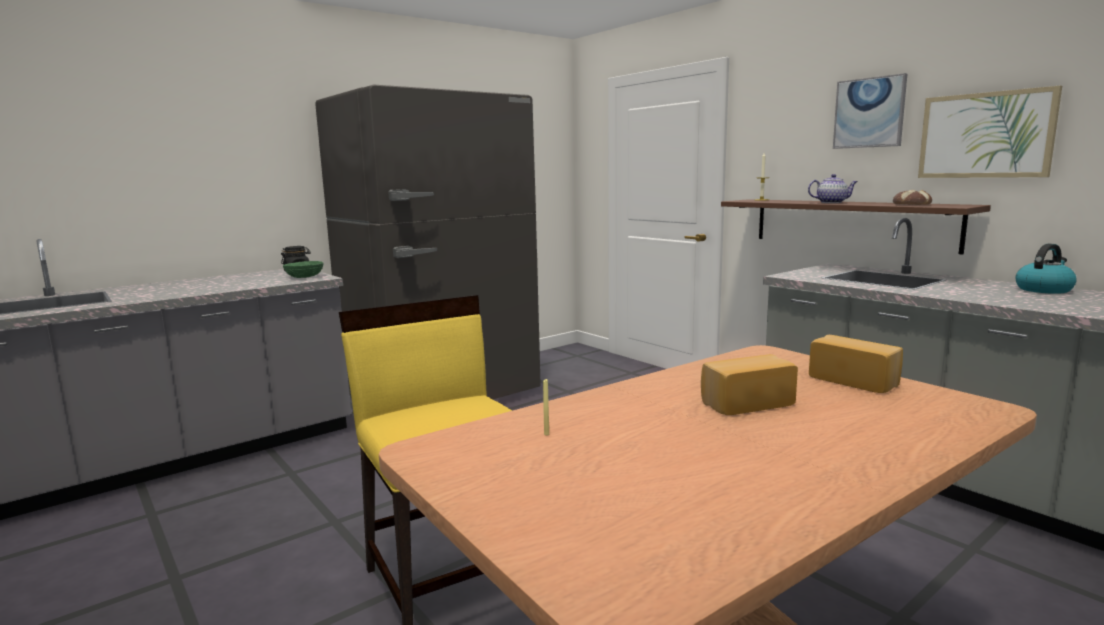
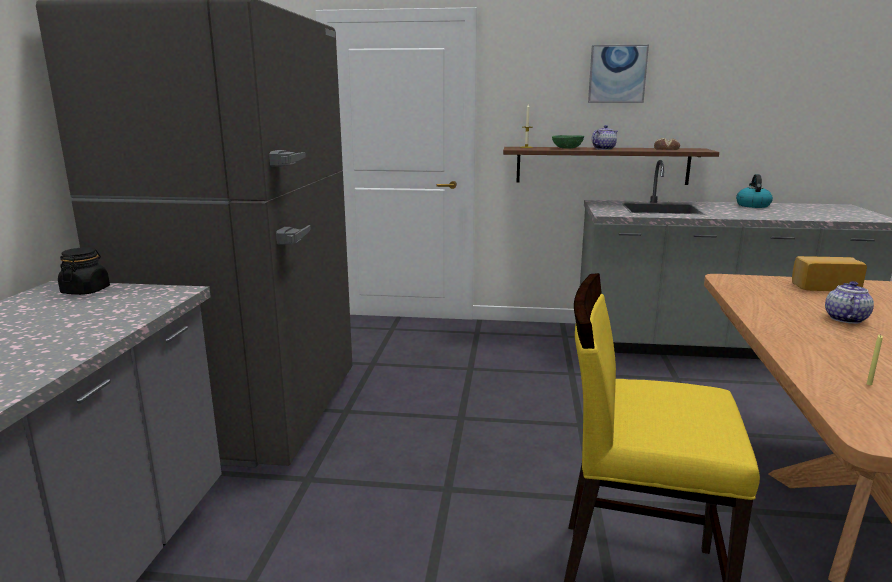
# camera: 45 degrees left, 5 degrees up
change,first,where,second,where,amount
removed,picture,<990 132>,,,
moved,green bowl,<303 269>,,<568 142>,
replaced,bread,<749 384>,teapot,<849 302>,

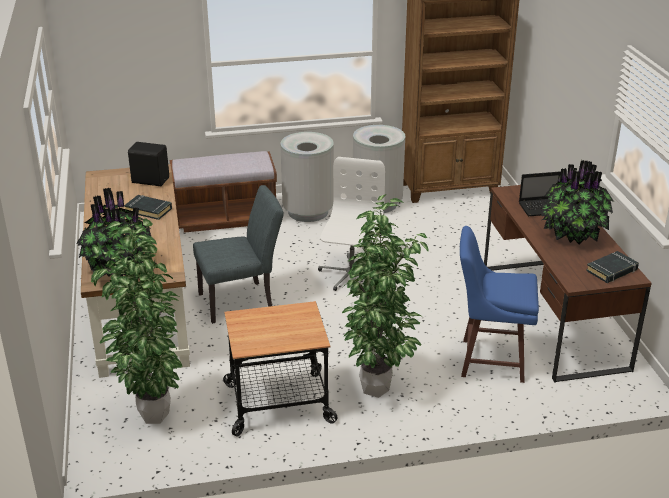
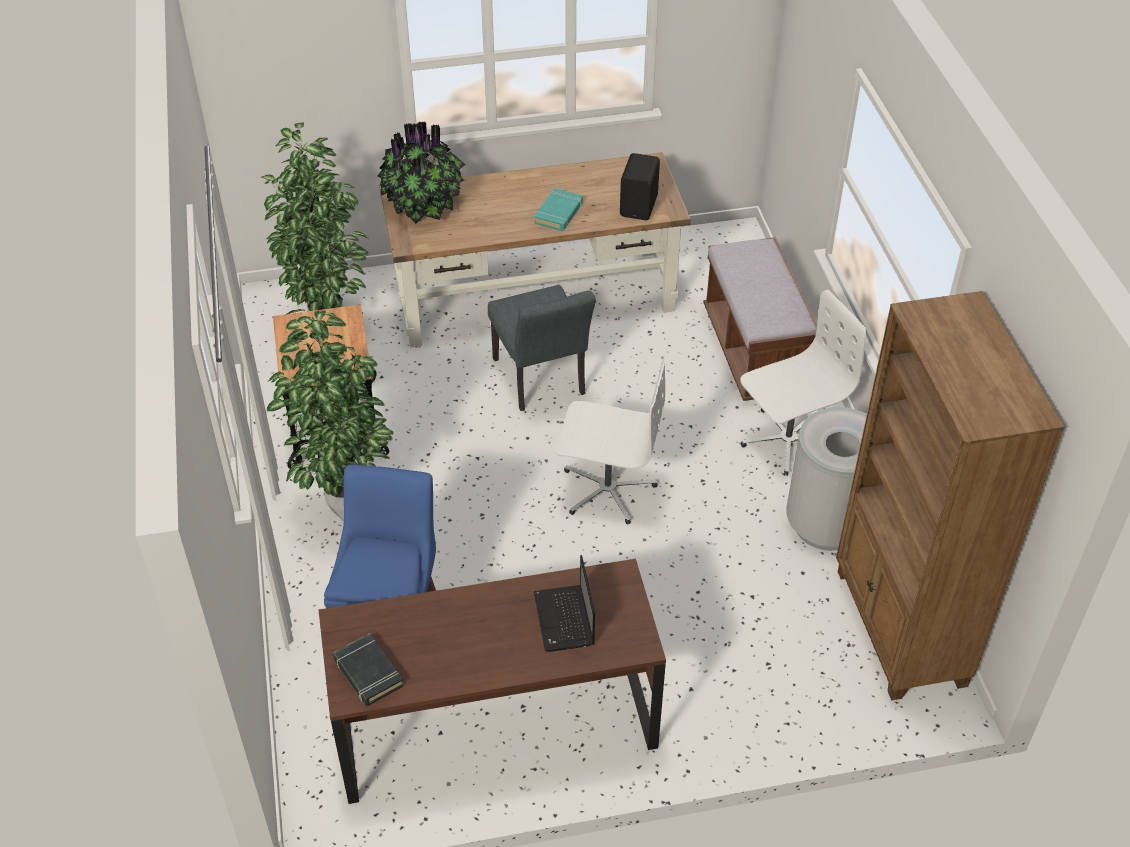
# camera: 90 degrees right, 15 degrees up
change,first,where,second,where,amount
replaced,grey trash can,<307 177>,white office chair,<803 383>,
removed,potted plant,<577 202>,,,
recoloured,black book,<148 207>,turquoise book,<558 209>,

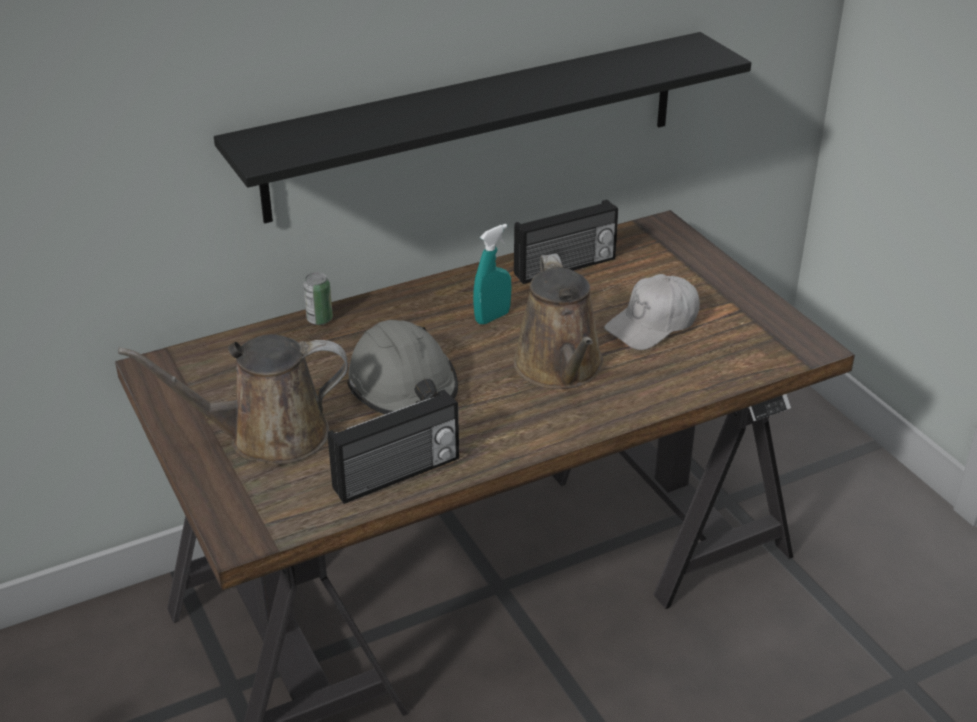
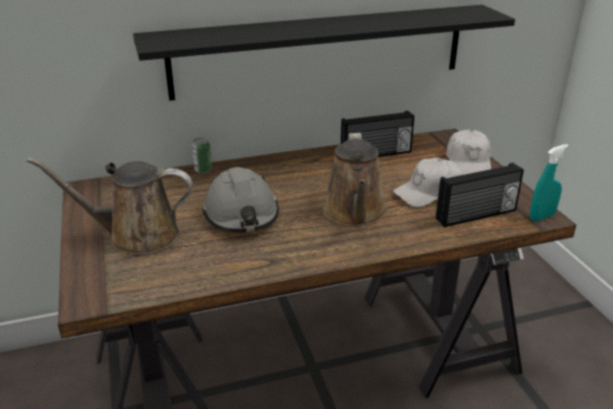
# camera: 10 degrees right, 5 degrees down
change,first,where,second,where,amount
moved,turquoise spray bottle,<492 274>,,<549 182>,
moved,radio,<393 447>,,<480 195>,
added,,,white cap,<468 152>,

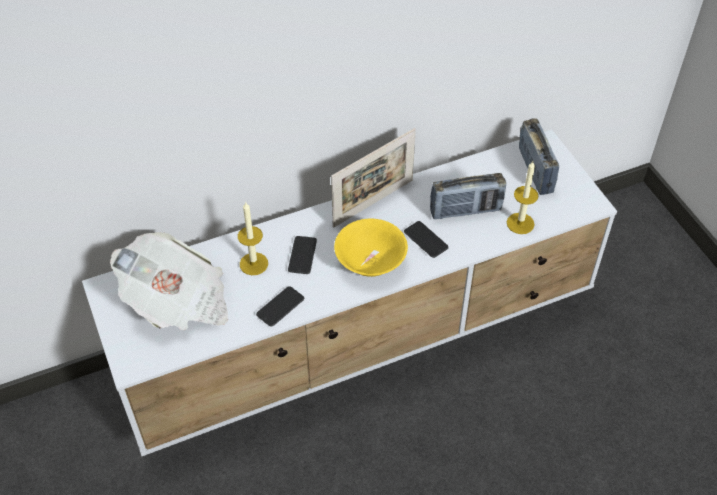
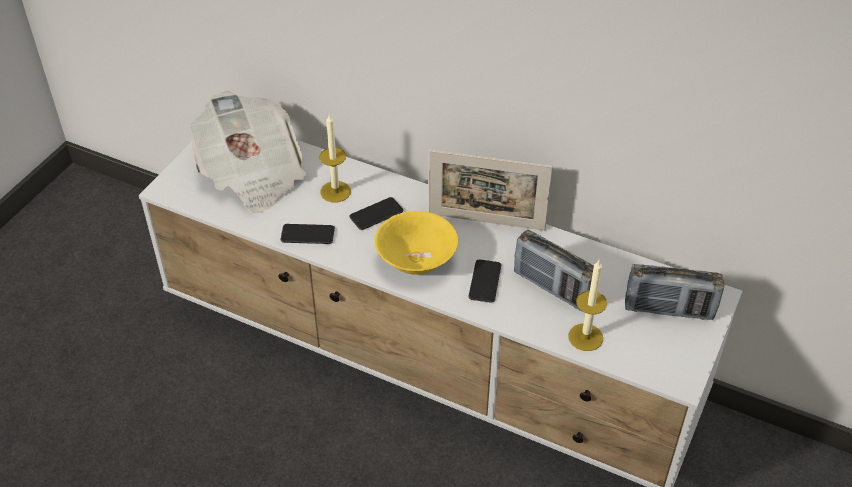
# camera: 50 degrees right, 5 degrees down
change,first,where,second,where,amount
turned,radio,<539 156>,,<674 292>,60 degrees clockwise

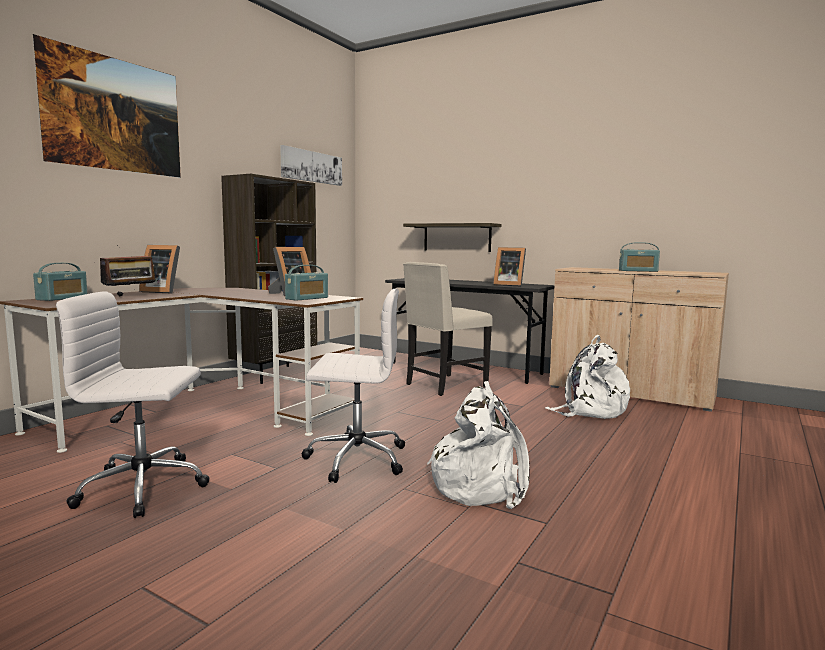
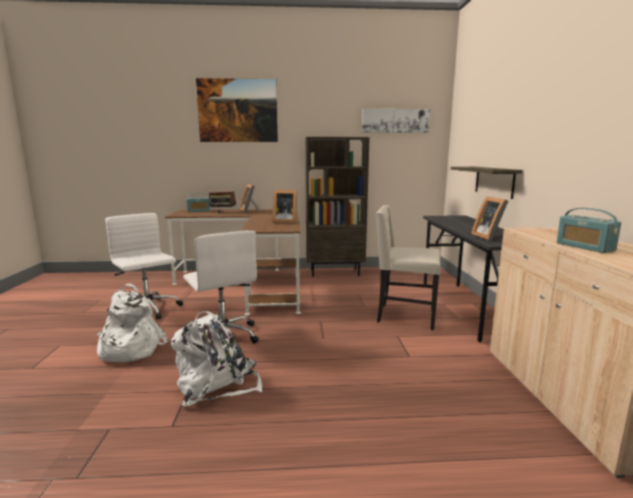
# camera: 55 degrees right, 5 degrees up
change,first,where,second,where,amount
removed,radio,<306 283>,,,
moved,white backpack,<587 376>,,<132 323>,

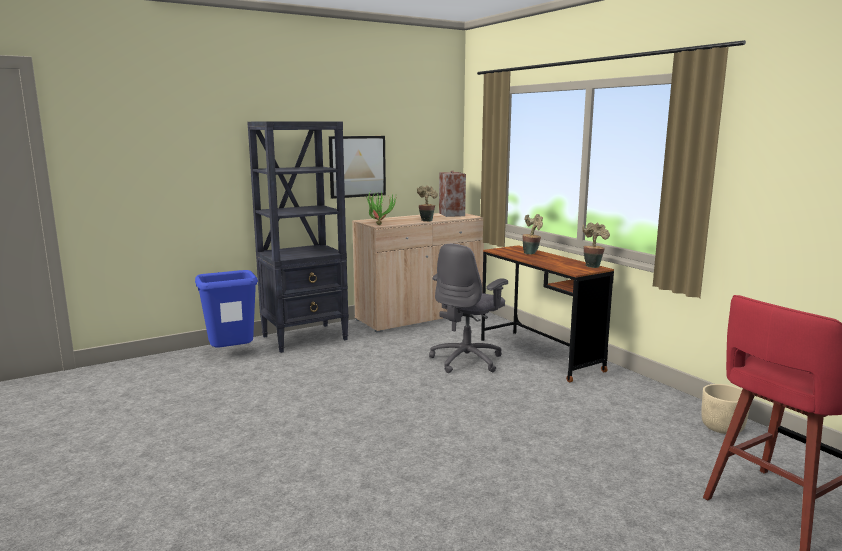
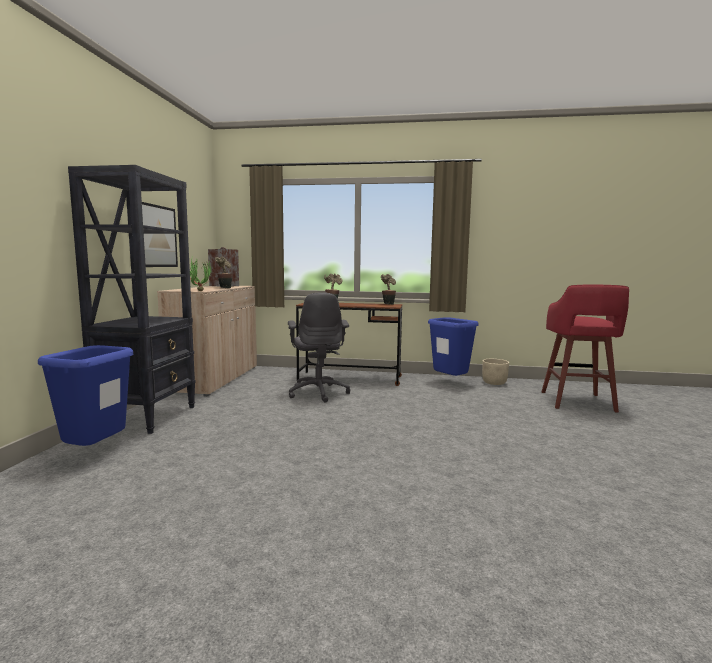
# camera: 50 degrees left, 5 degrees down
change,first,where,second,where,amount
added,,,blue trash can,<453 346>,

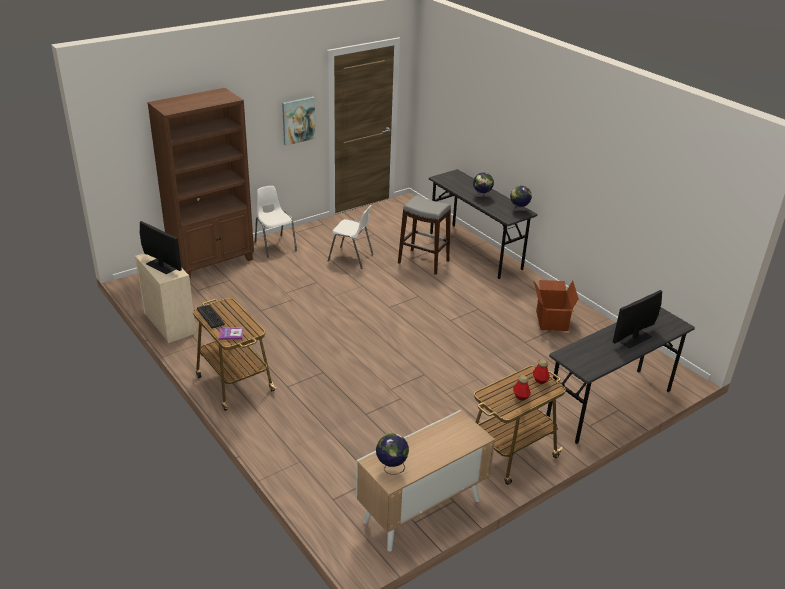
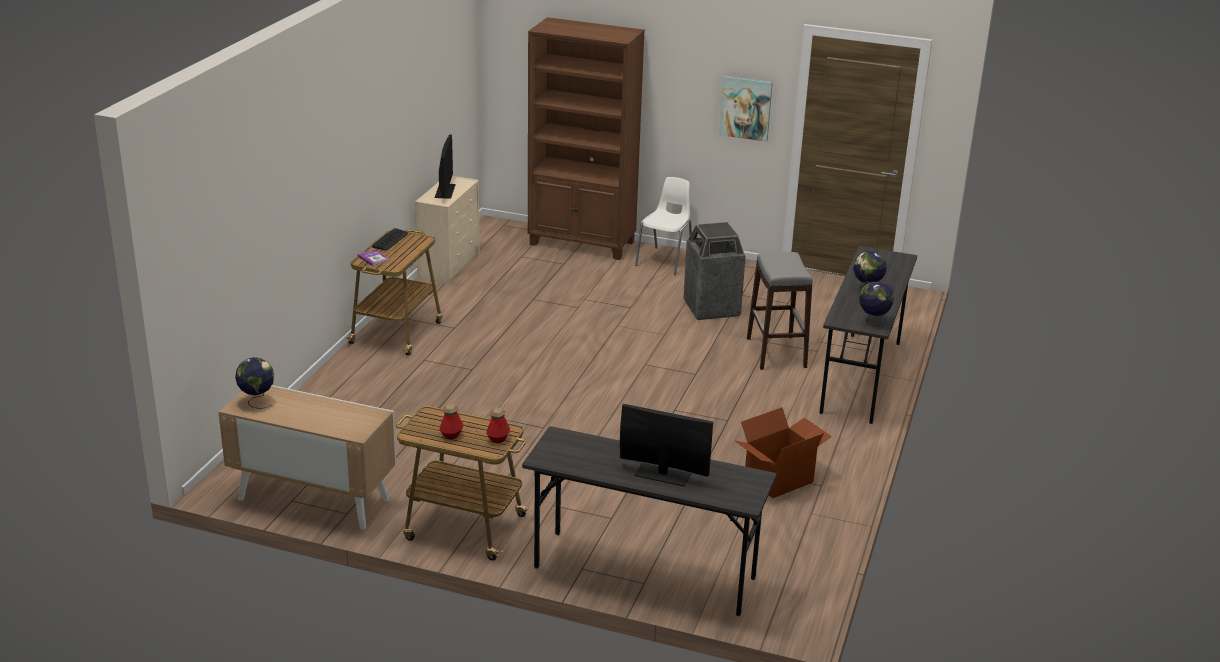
# camera: 55 degrees right, 5 degrees down
change,first,where,second,where,amount
replaced,white chair,<350 237>,trash can,<714 271>,

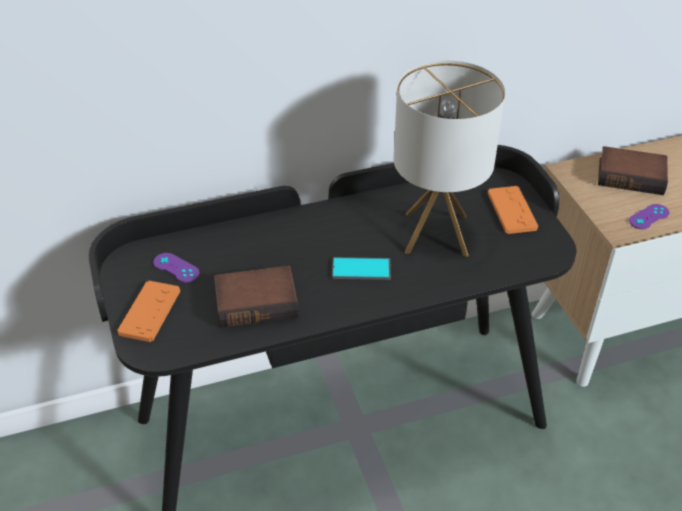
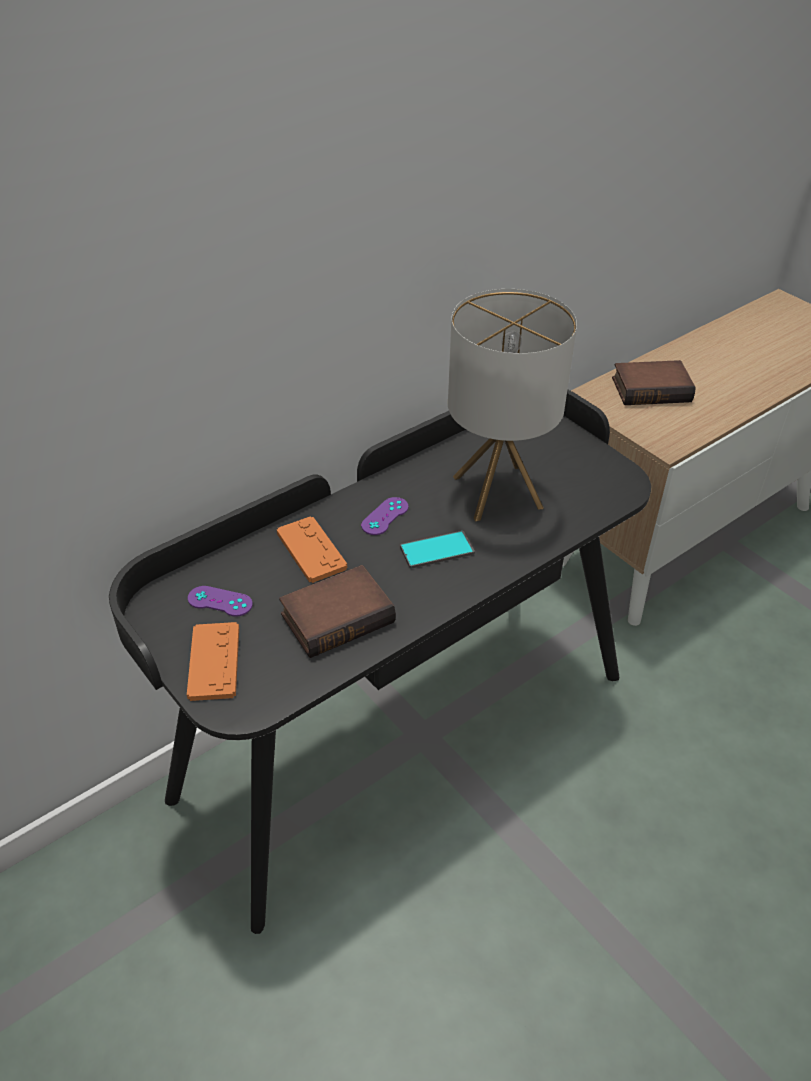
# camera: 20 degrees left, 0 degrees up
change,first,where,second,where,amount
moved,orange game controller,<513 210>,,<312 549>,
moved,purple game controller,<649 216>,,<385 516>,

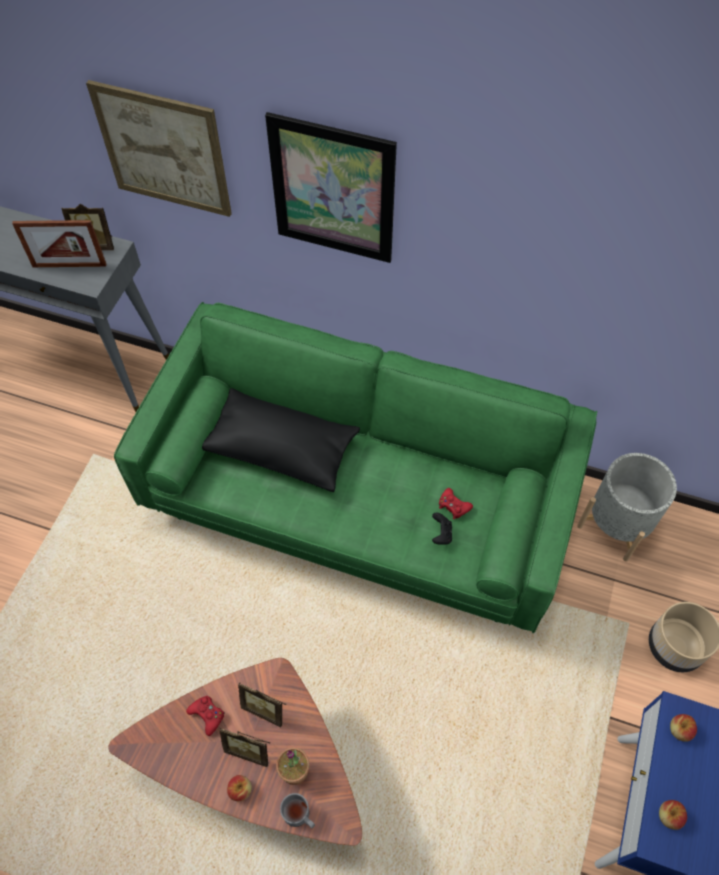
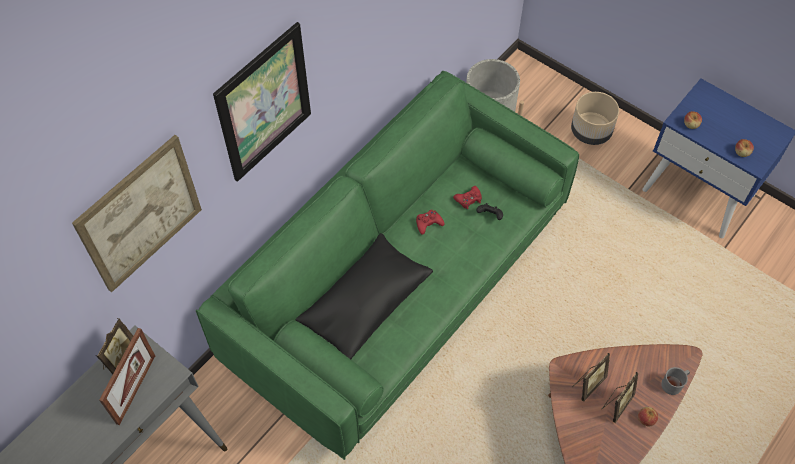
# camera: 70 degrees left, 0 degrees up
change,first,where,second,where,amount
moved,red game controller,<205 716>,,<430 222>,
removed,potted plant,<292 766>,,,

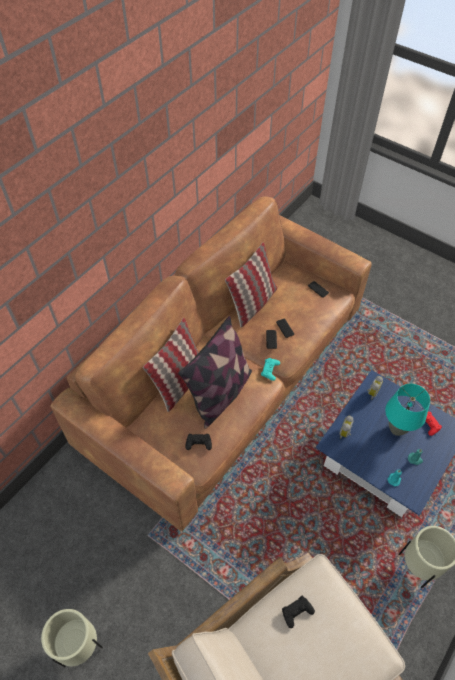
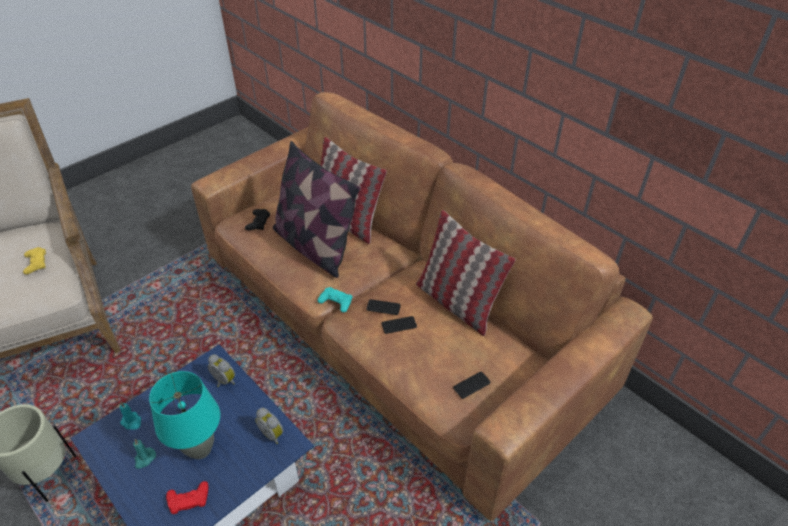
# camera: 100 degrees right, 10 degrees down
change,first,where,second,where,amount
recoloured,black game controller,<298 612>,yellow game controller,<34 260>,
removed,beige planter,<72 638>,,,

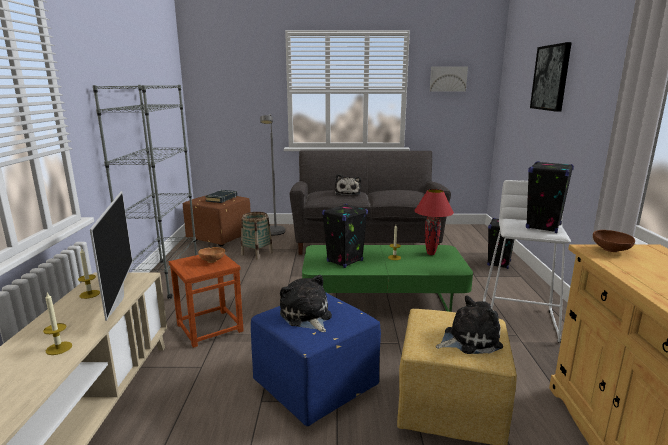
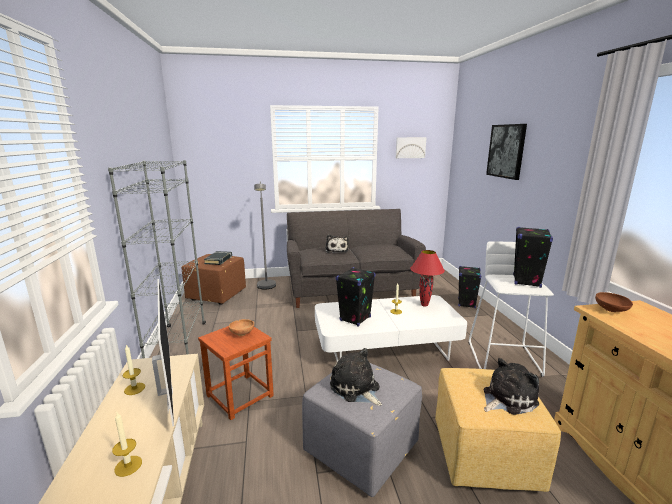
# camera: 10 degrees left, 0 degrees up
change,first,where,second,where,amount
removed,basket,<257 236>,,,
recoloured,green coffee table,<387 278>,white coffee table,<391 328>,
recoloured,blue ottoman,<316 359>,grey ottoman,<362 430>,

